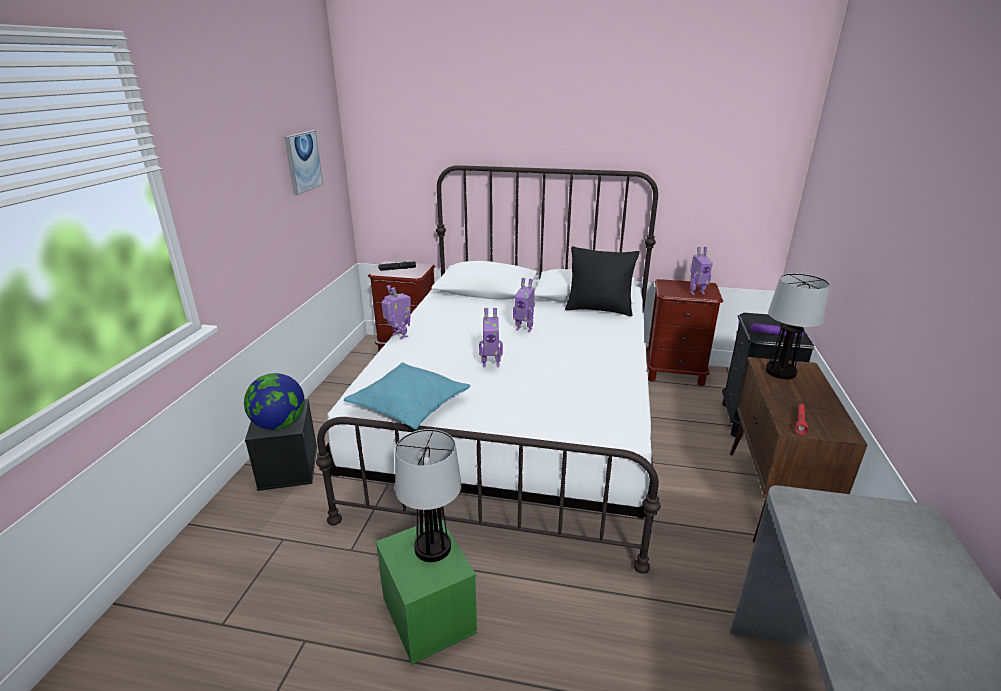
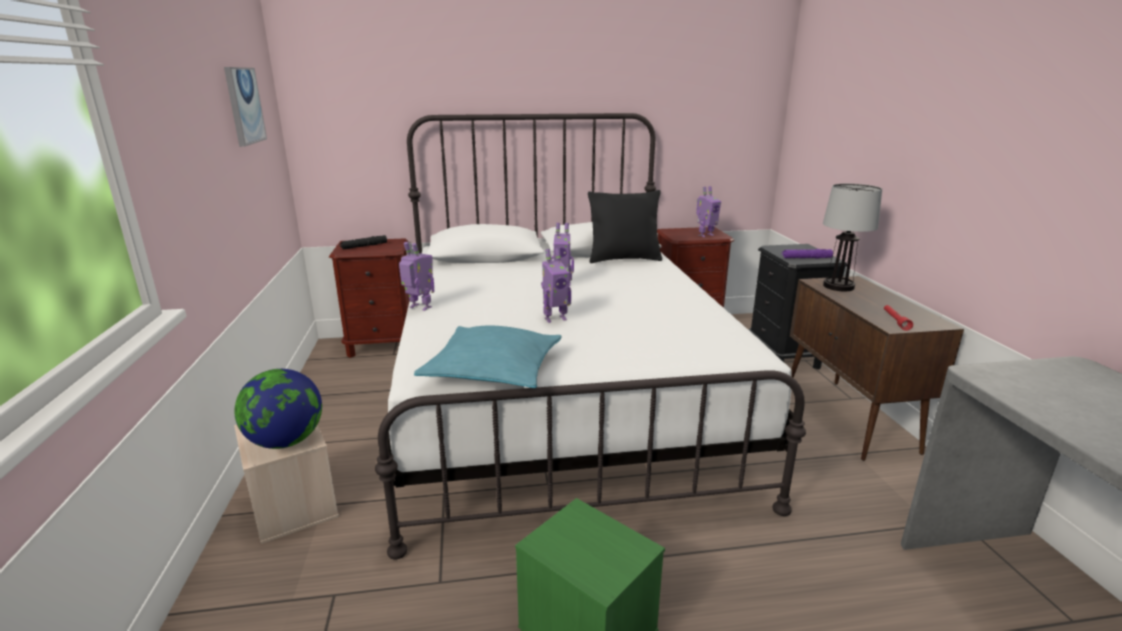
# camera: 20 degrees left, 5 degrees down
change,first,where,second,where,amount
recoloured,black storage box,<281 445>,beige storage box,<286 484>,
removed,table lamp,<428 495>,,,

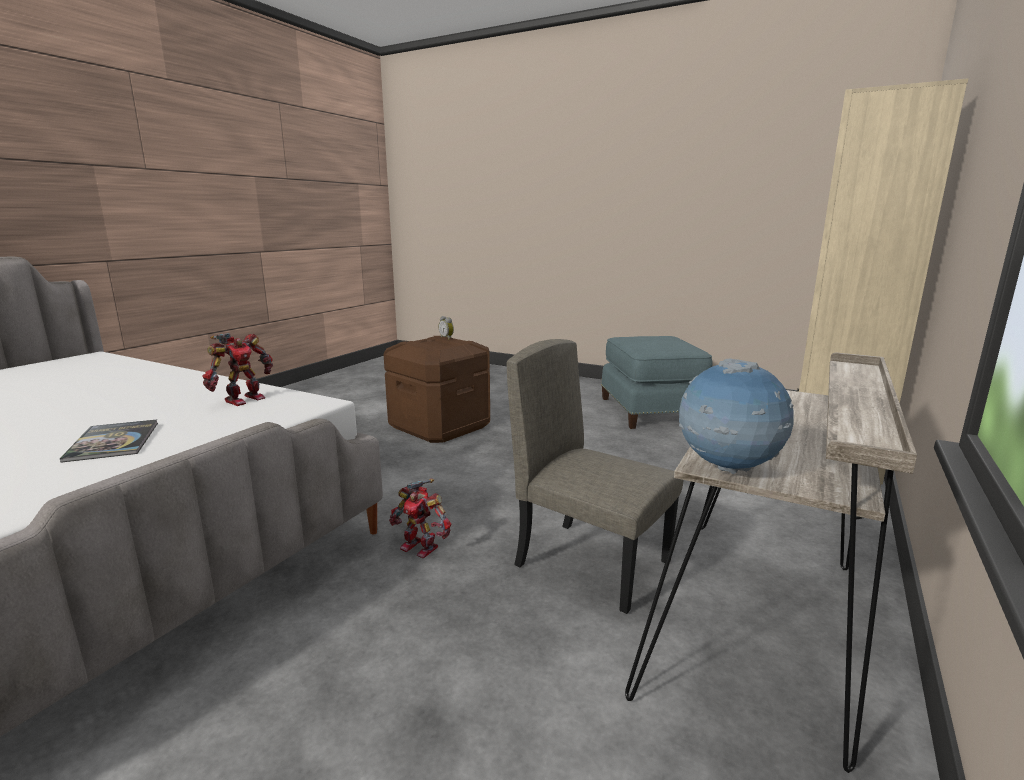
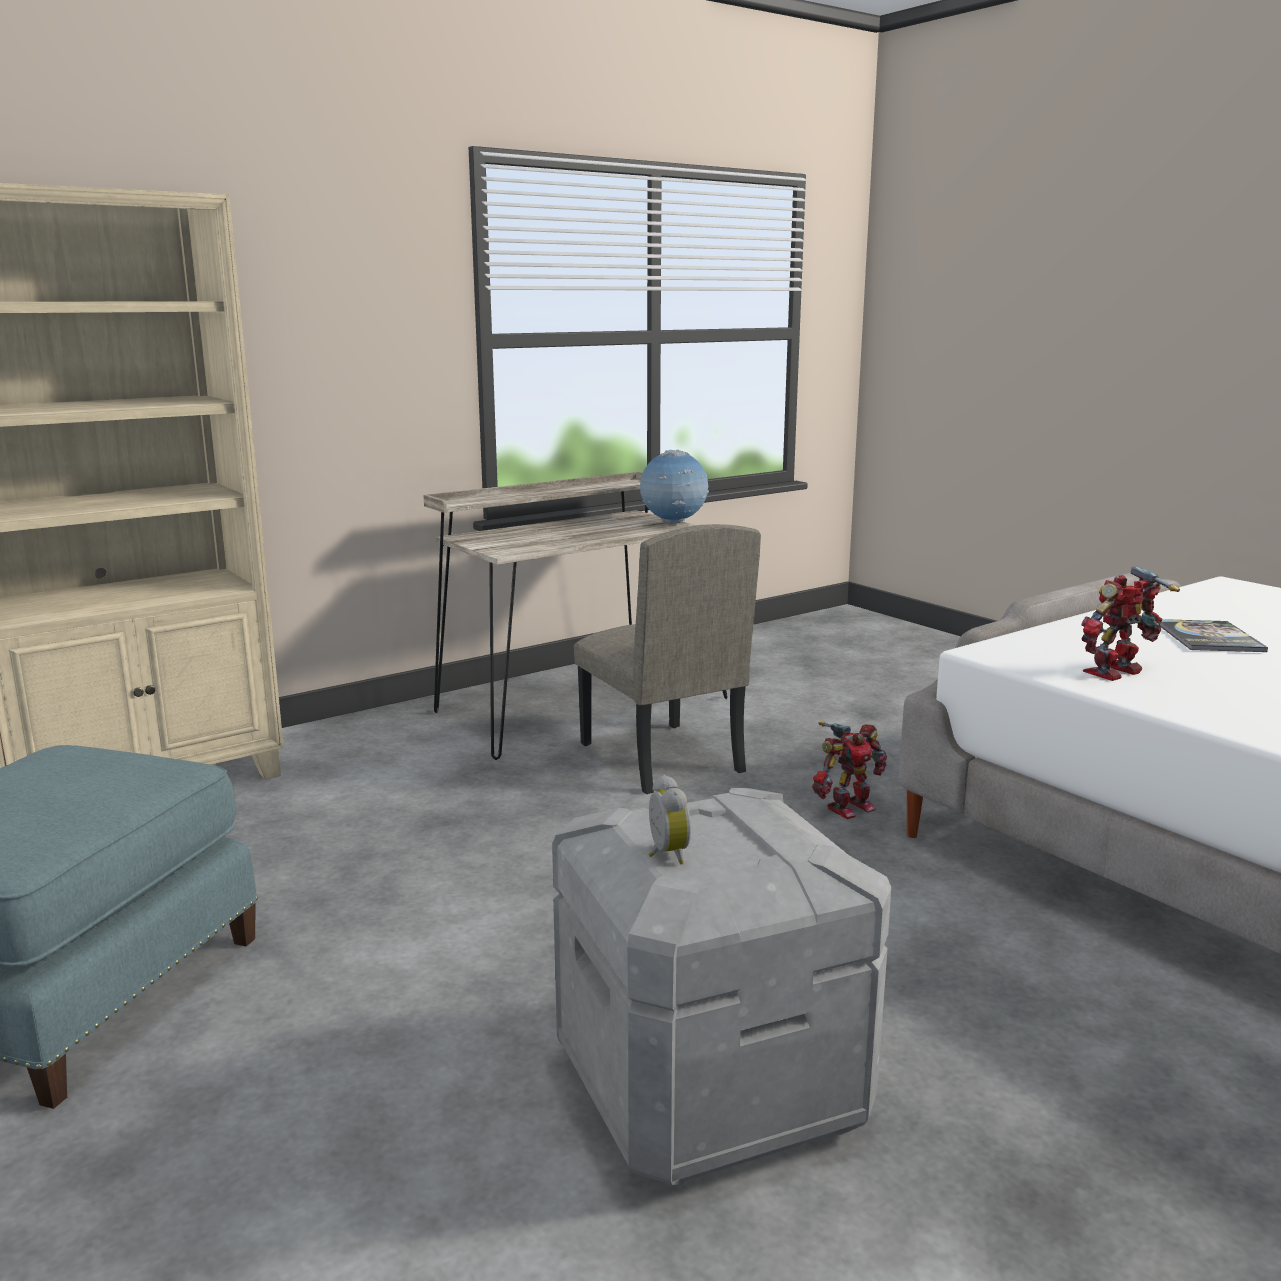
# camera: 155 degrees left, 0 degrees up
change,first,where,second,where,amount
recoloured,brown storage box,<437 389>,grey storage box,<721 986>,
turned,toy robot,<420 518>,,<850 770>,90 degrees clockwise

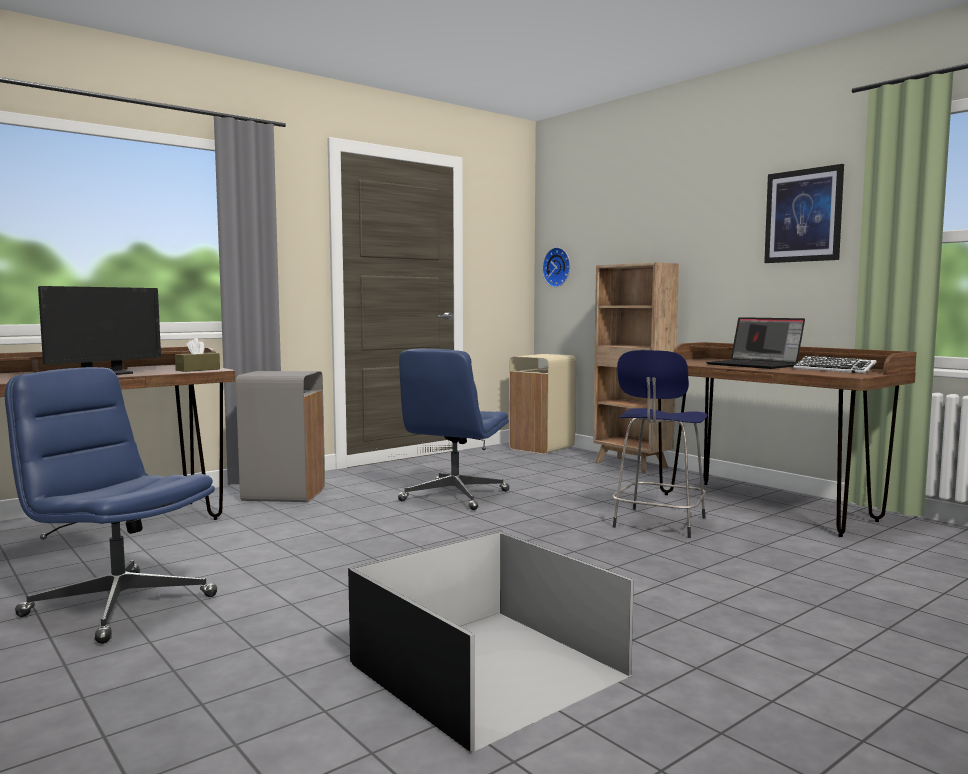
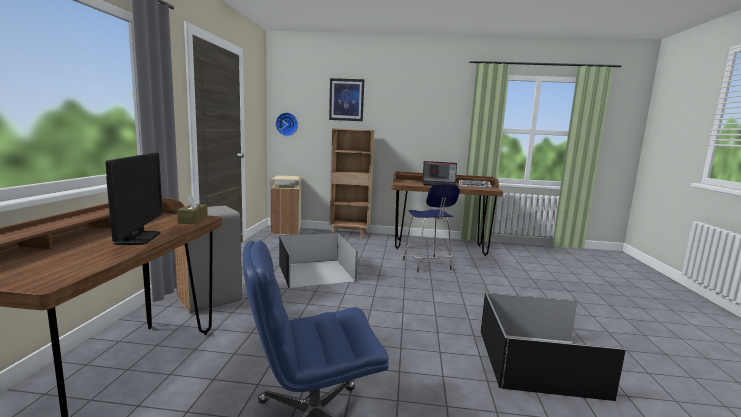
# camera: 45 degrees left, 5 degrees up
change,first,where,second,where,amount
moved,picture,<804 213>,,<346 99>,
replaced,blue office chair,<454 429>,black storage box,<318 260>,

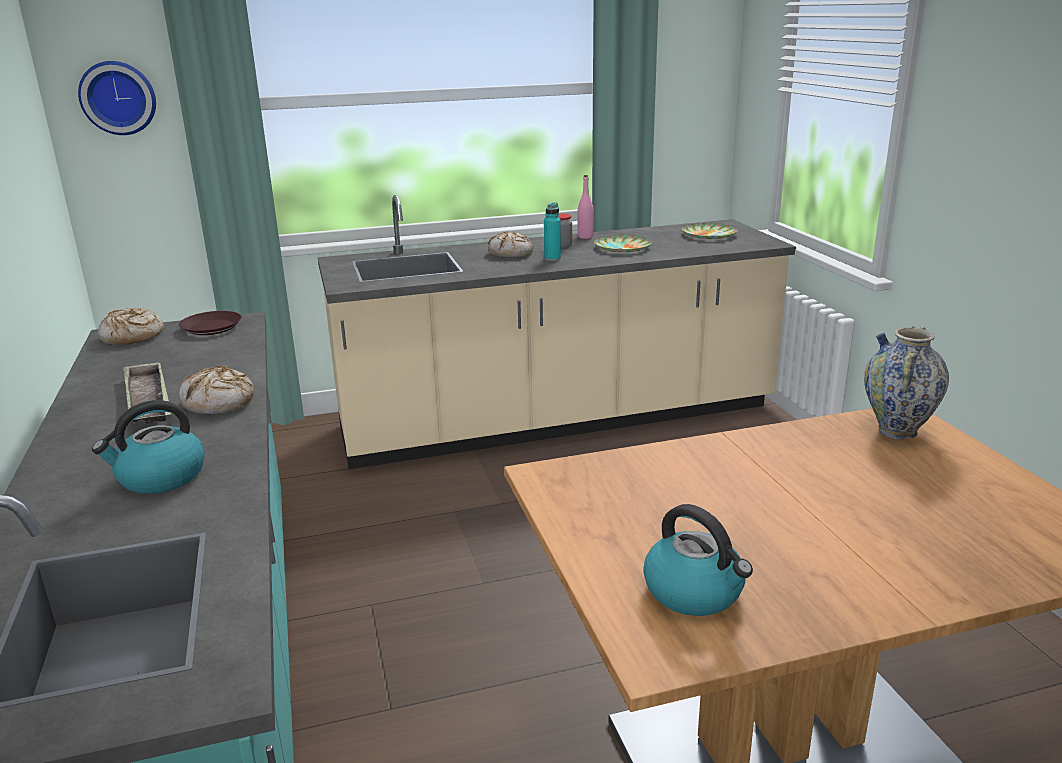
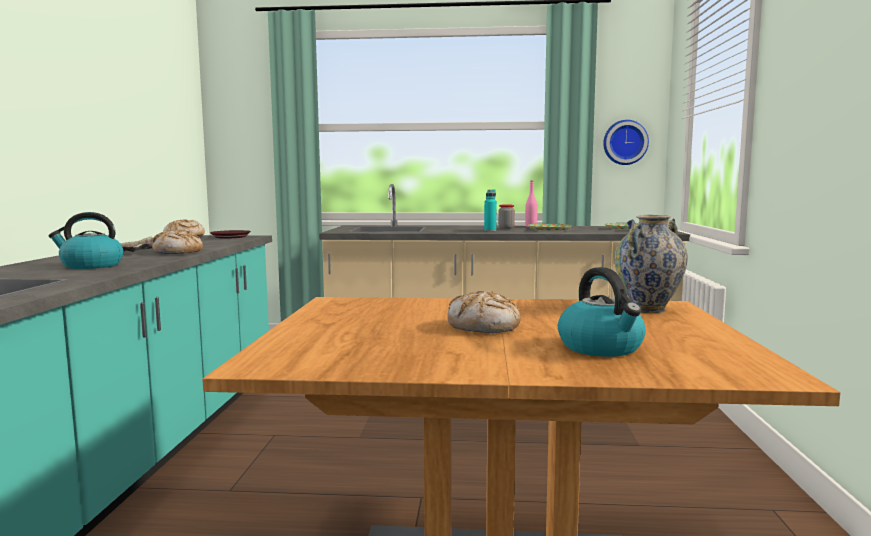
# camera: 20 degrees right, 15 degrees down
change,first,where,second,where,amount
moved,wall clock,<117 98>,,<626 142>,
moved,bread,<510 244>,,<484 312>,
moved,kettle,<698 560>,,<601 312>,

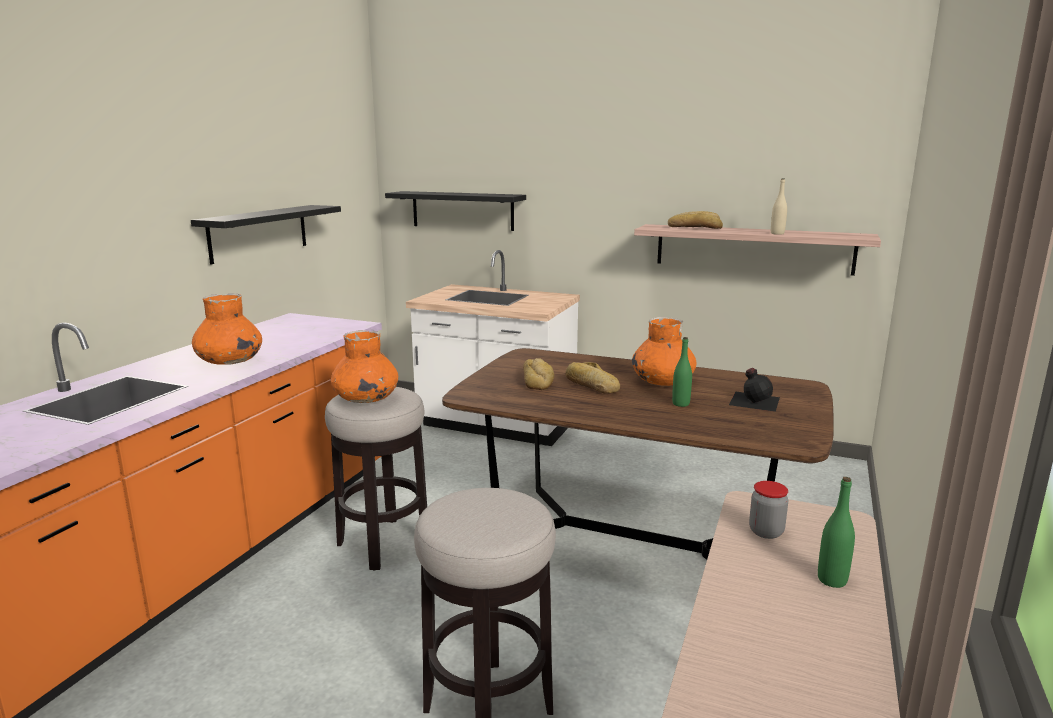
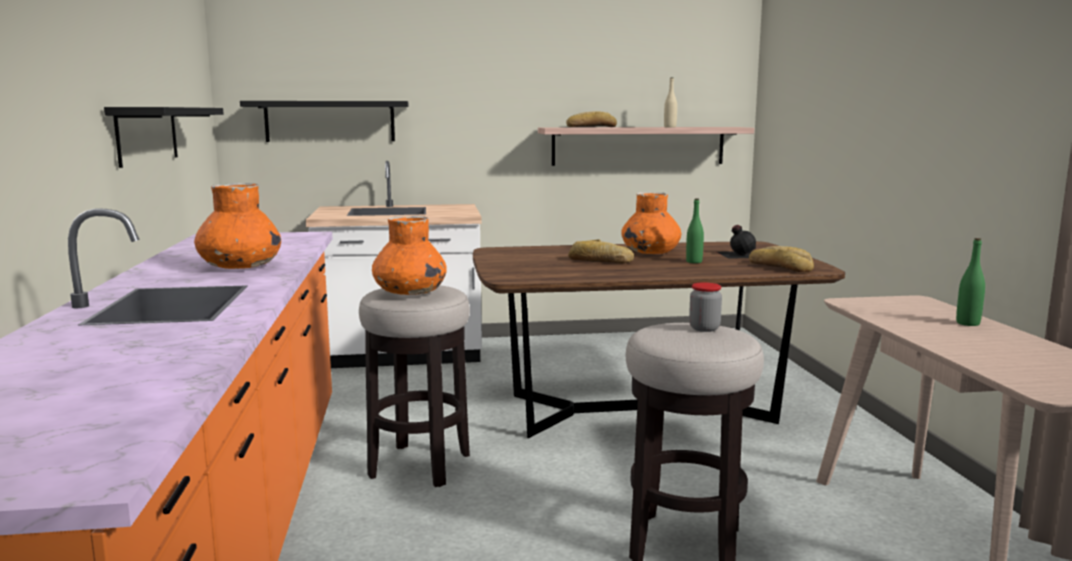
# camera: 30 degrees left, 5 degrees down
change,first,where,second,where,amount
moved,bread,<538 374>,,<781 259>,
moved,jar,<768 510>,,<705 307>,

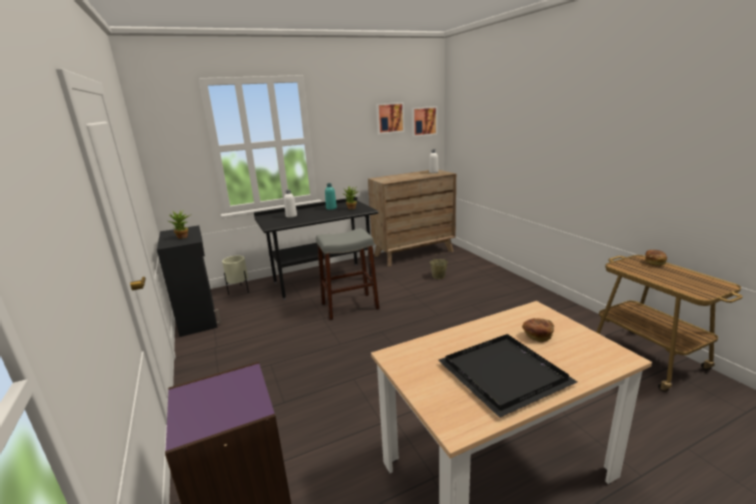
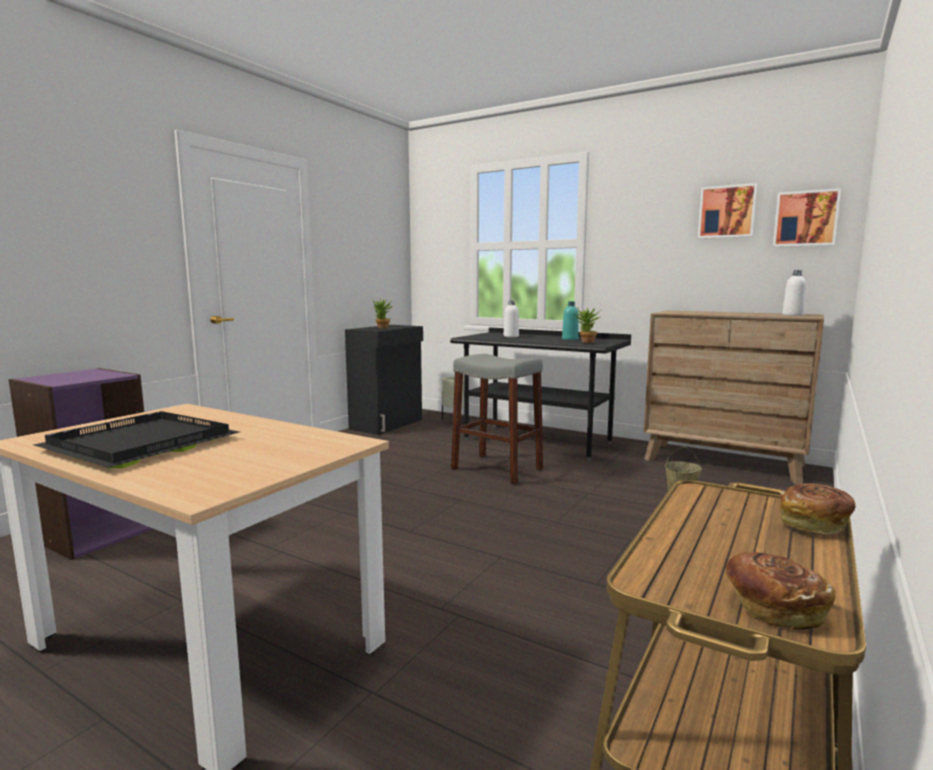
# camera: 55 degrees right, 10 degrees down
change,first,where,second,where,amount
moved,bread,<538 330>,,<780 591>,

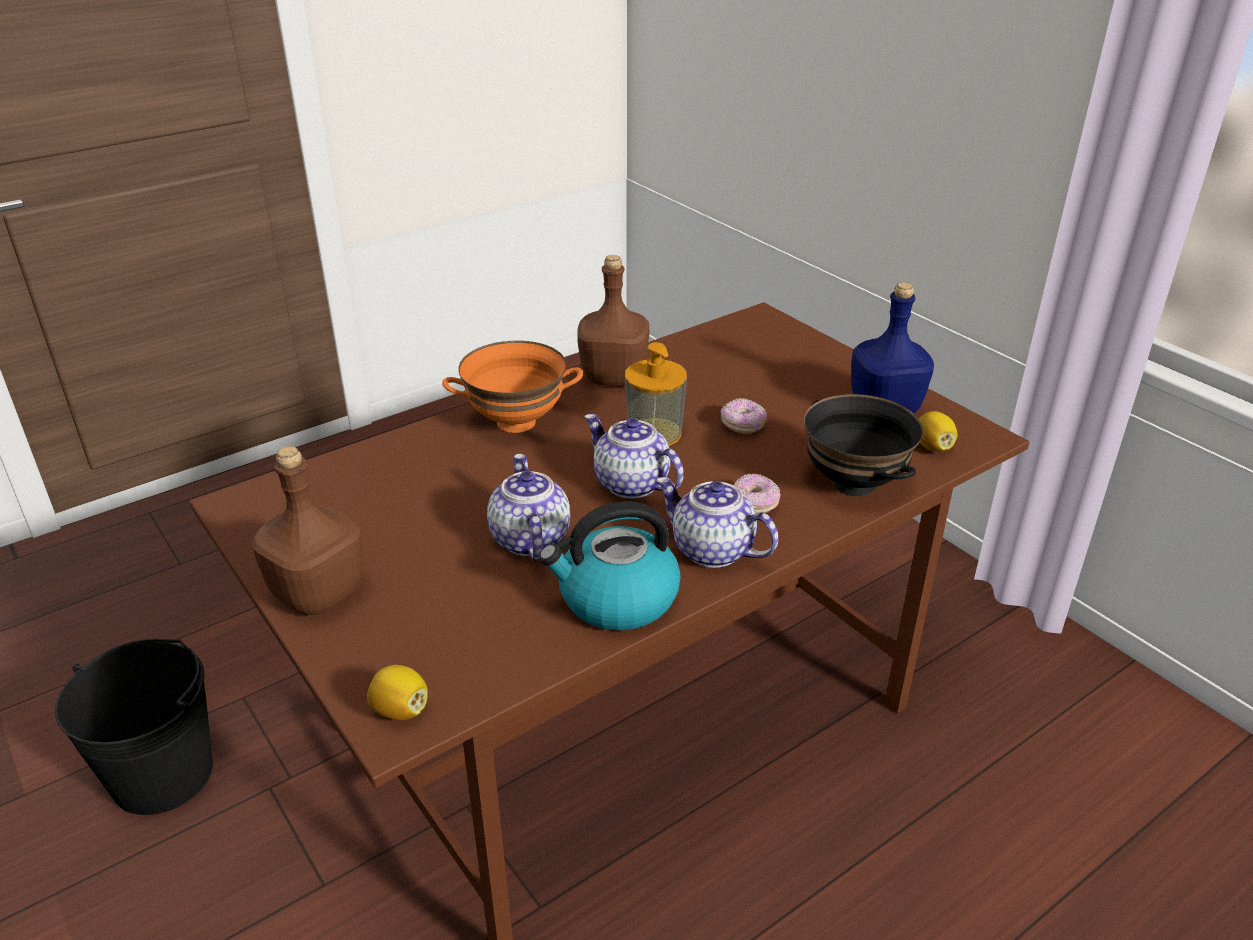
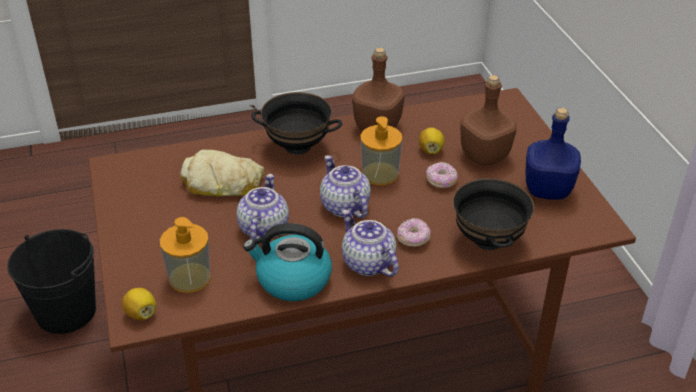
# camera: 20 degrees right, 5 degrees up
change,first,where,second,where,amount
recoloured,orange bowl,<512 386>,black bowl,<296 123>,
moved,lemon,<938 431>,,<432 141>,
moved,brown bottle,<307 530>,,<488 120>,
added,,,bread,<222 173>,
added,,,soap dispenser,<185 255>,

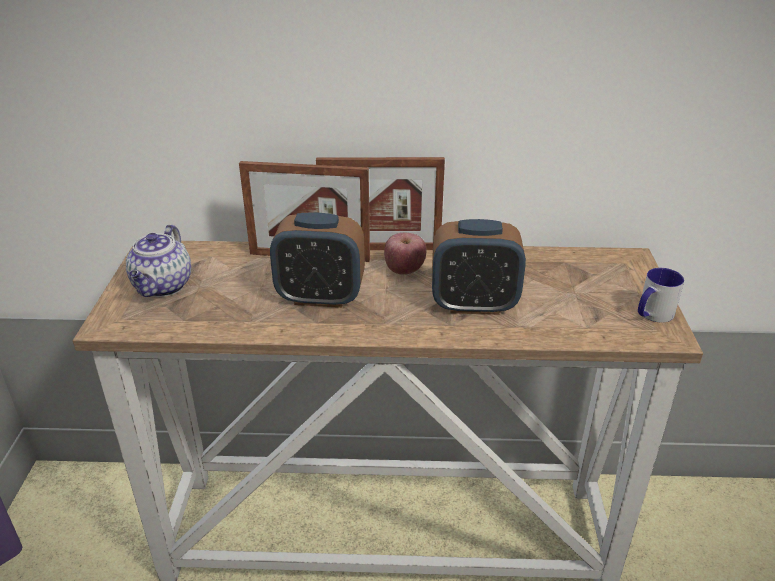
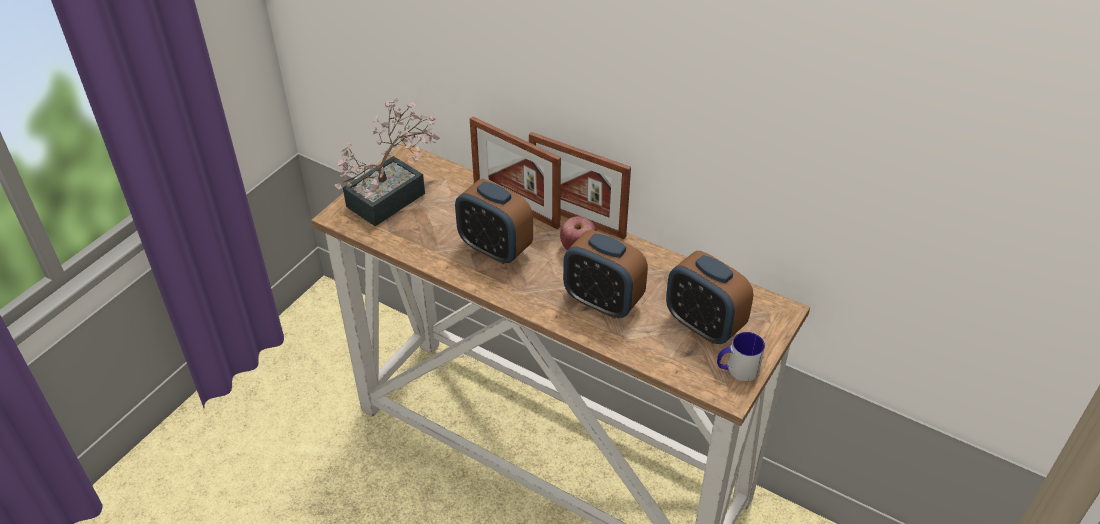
# camera: 30 degrees right, 10 degrees up
change,first,where,second,where,amount
replaced,teapot,<158 260>,potted plant,<387 162>,
added,,,alarm clock,<709 297>,

